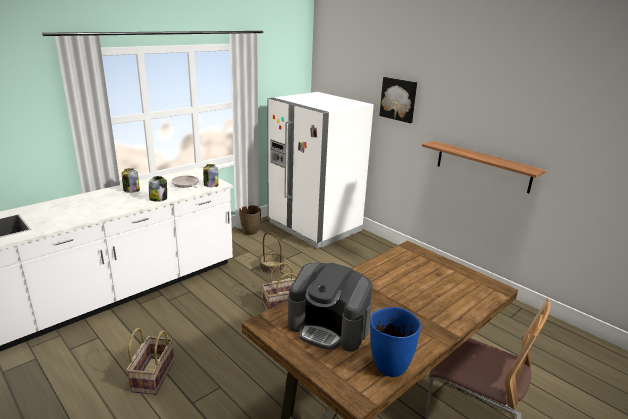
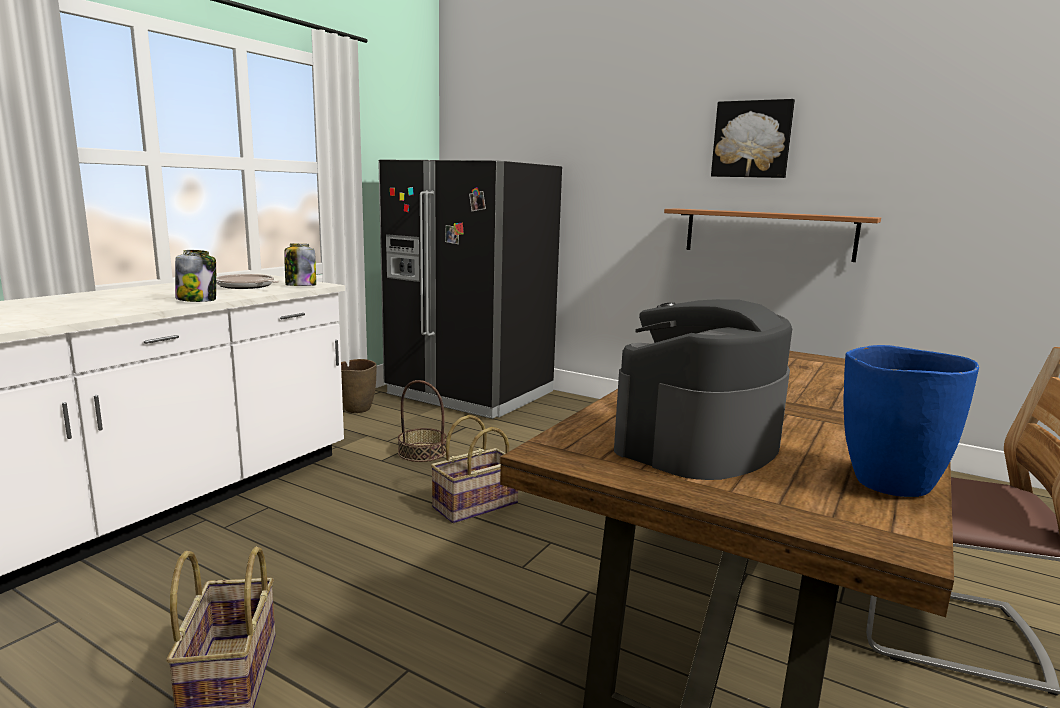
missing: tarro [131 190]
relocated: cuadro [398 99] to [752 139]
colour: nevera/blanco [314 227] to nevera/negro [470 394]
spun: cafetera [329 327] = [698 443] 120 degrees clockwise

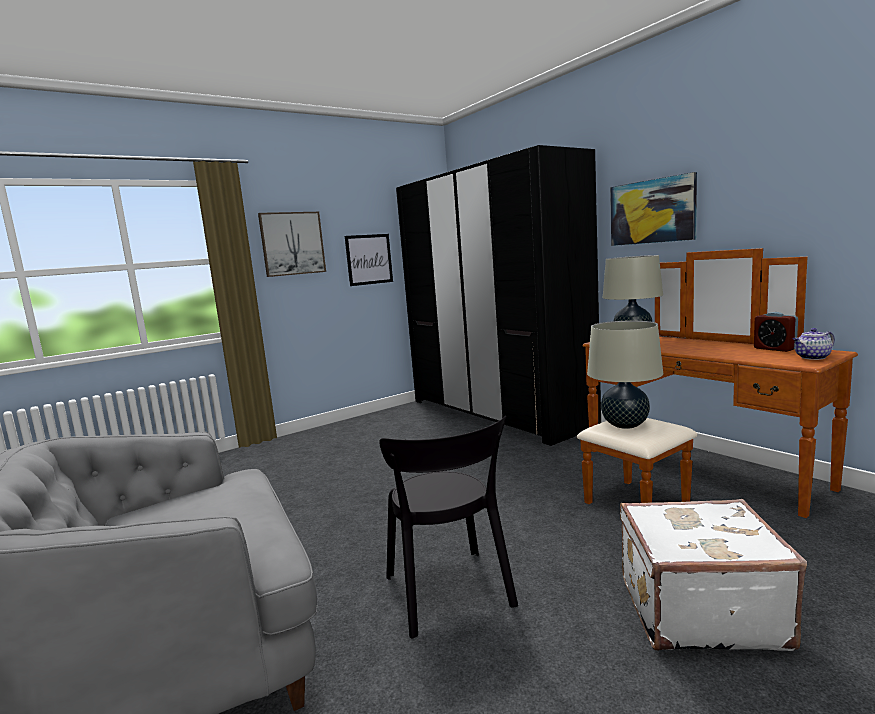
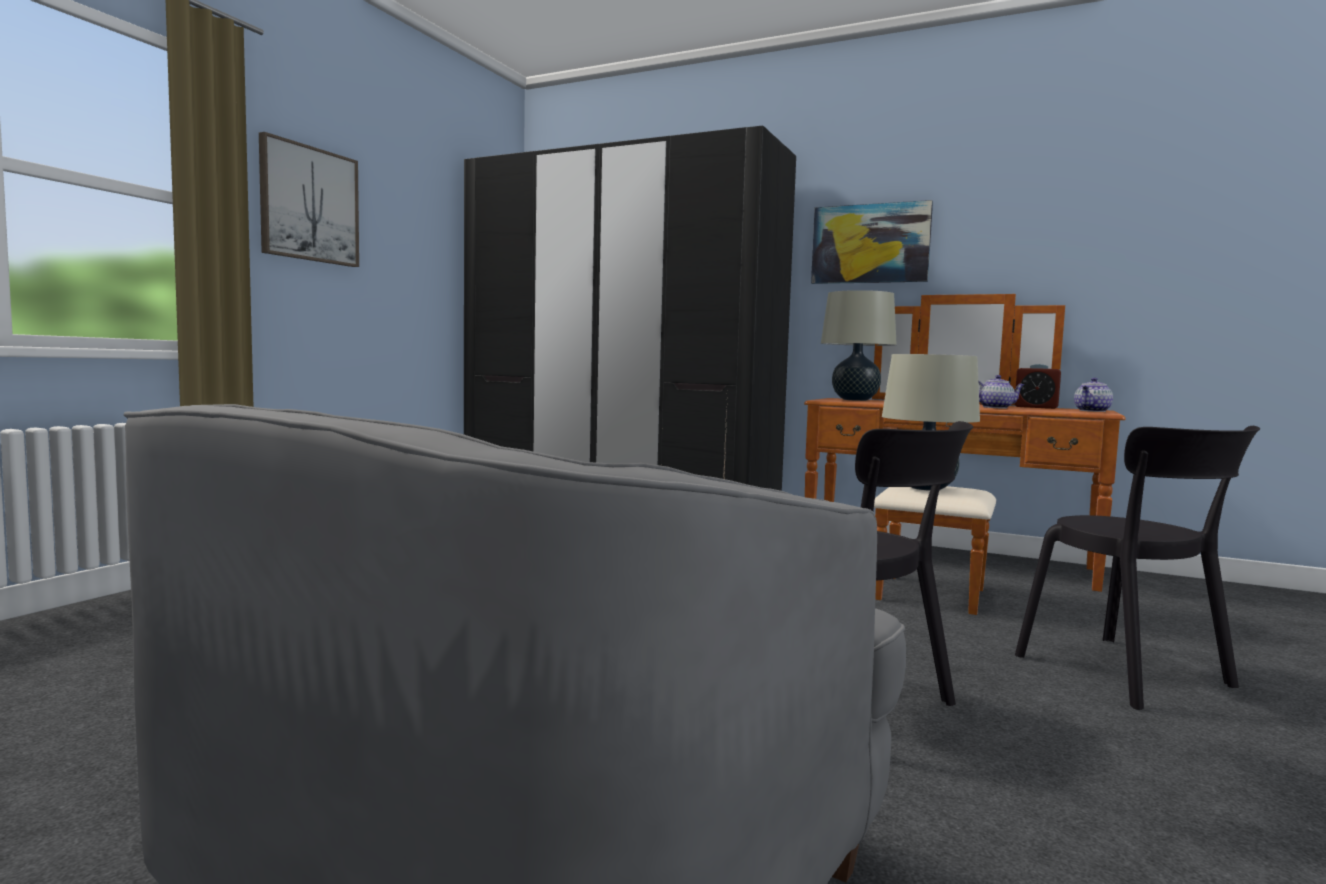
missing: cuadro [369 259]
appeared: tetera [996 407]
exchanged: maleta/blanco [698 609] to silla/negro [1130 674]

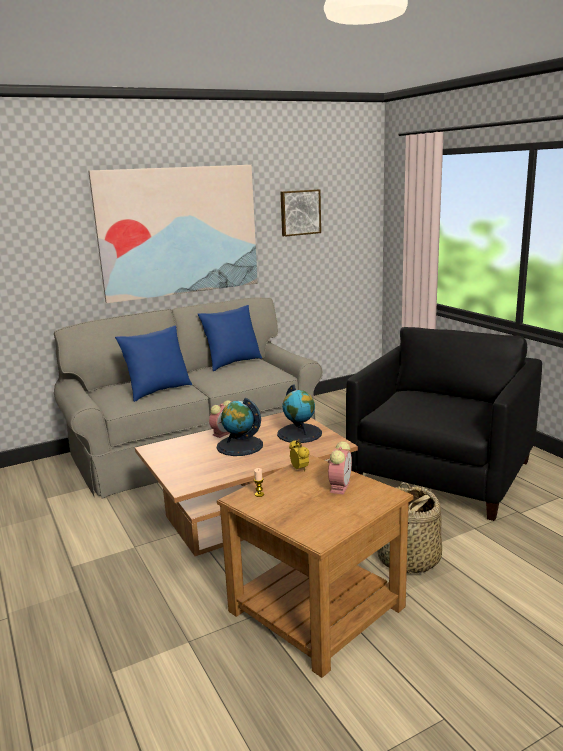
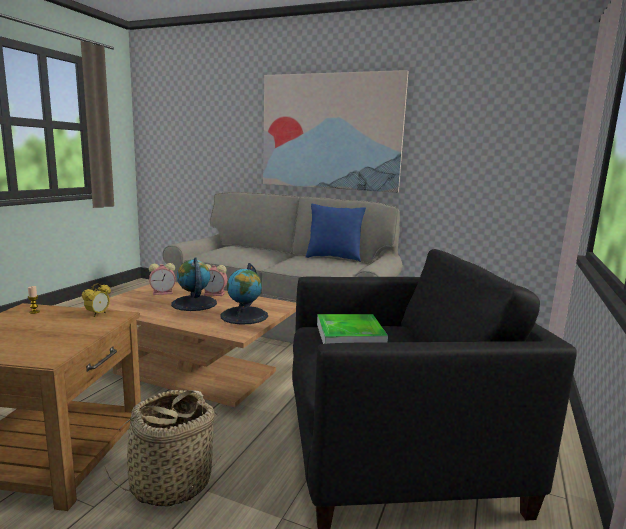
missing: cojín/azul [158 391]; cuadro [300 212]
appeared: bandeja [350 335]
relocated: despertador [340 486] to [163 293]

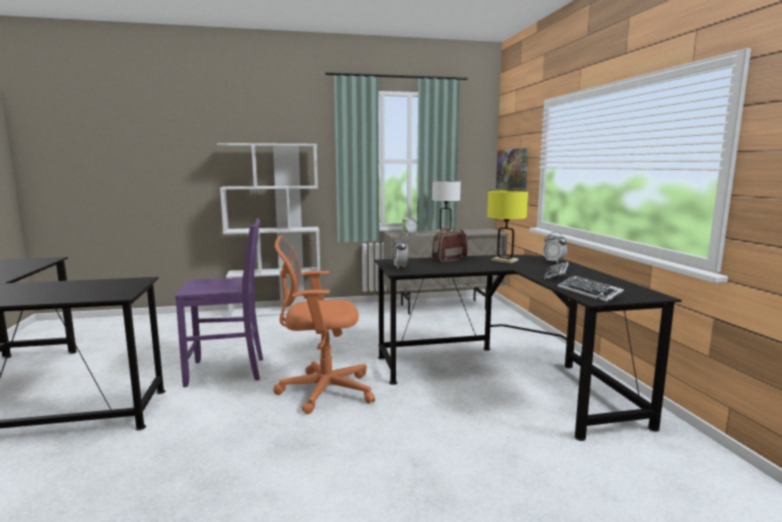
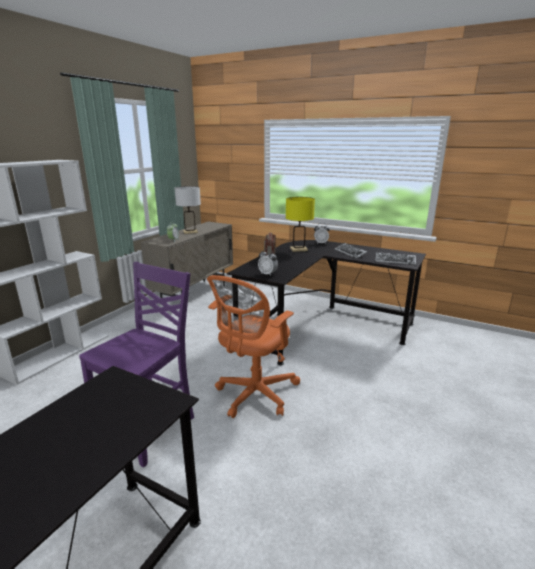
missing: cuadro [512 170]

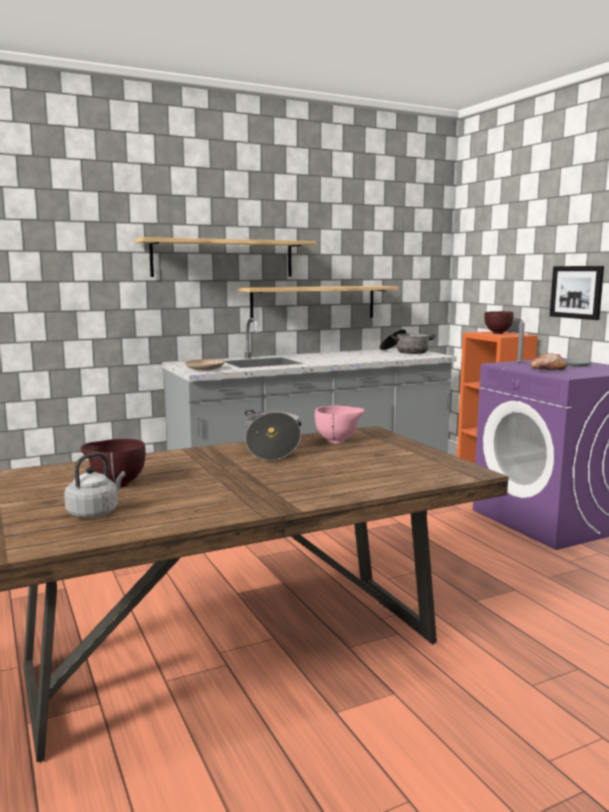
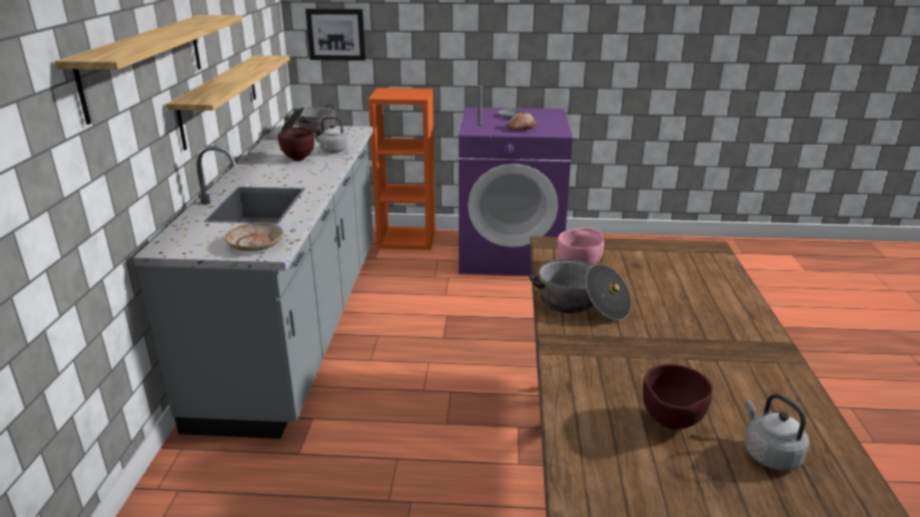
appeared: hervidor/gris [332 150]
relocated: cuenco/marrón [499 333] to [298 158]; cuadro [577 292] to [336 34]

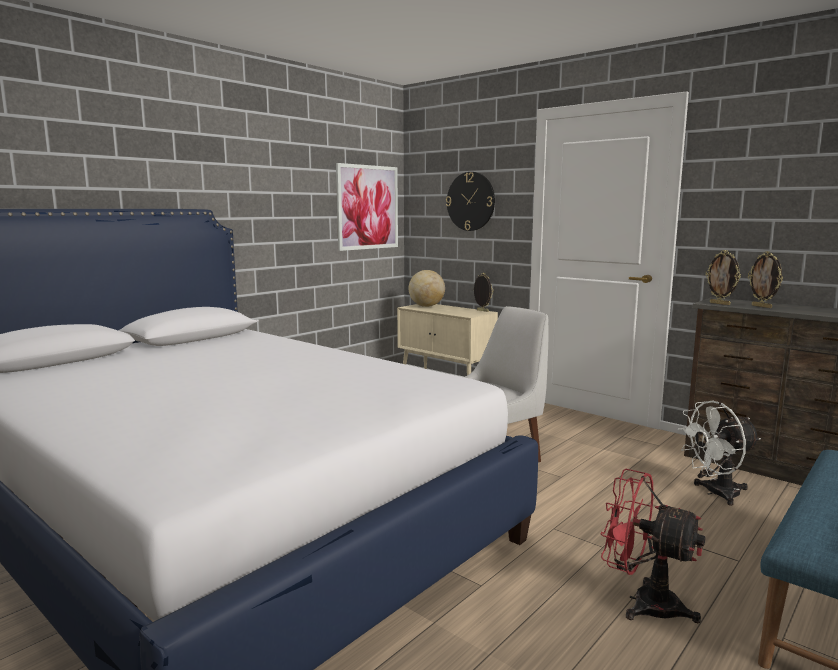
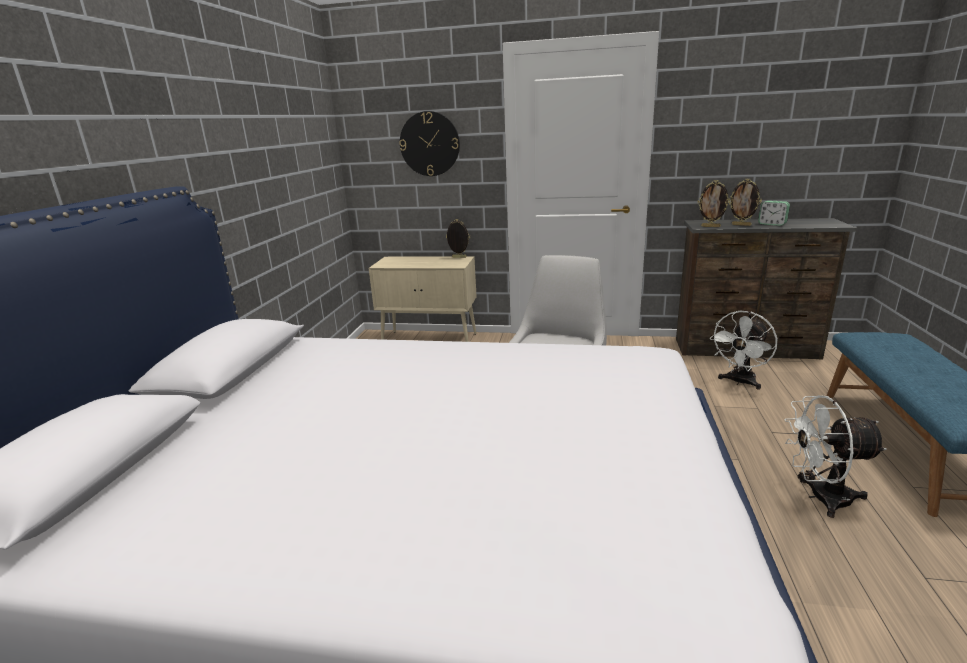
missing: cuadro [368 207]; globo terráqueo [426 306]
appeared: despertador [772 224]
colour: ventilador/rojo [643 602] to ventilador/blanco [820 497]

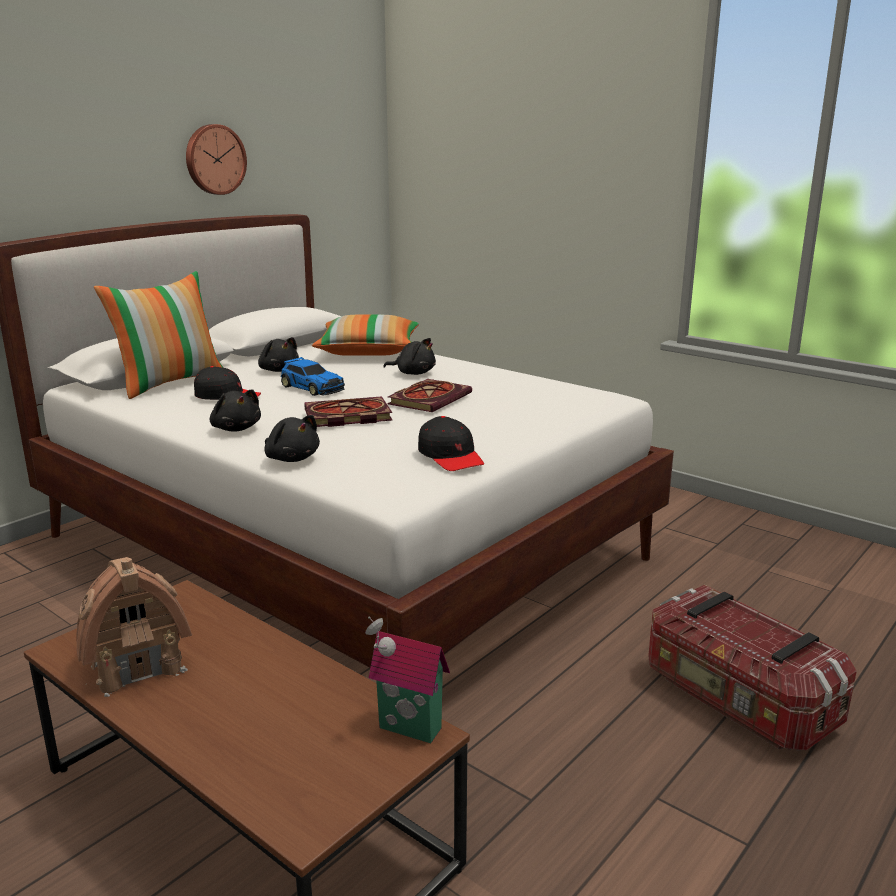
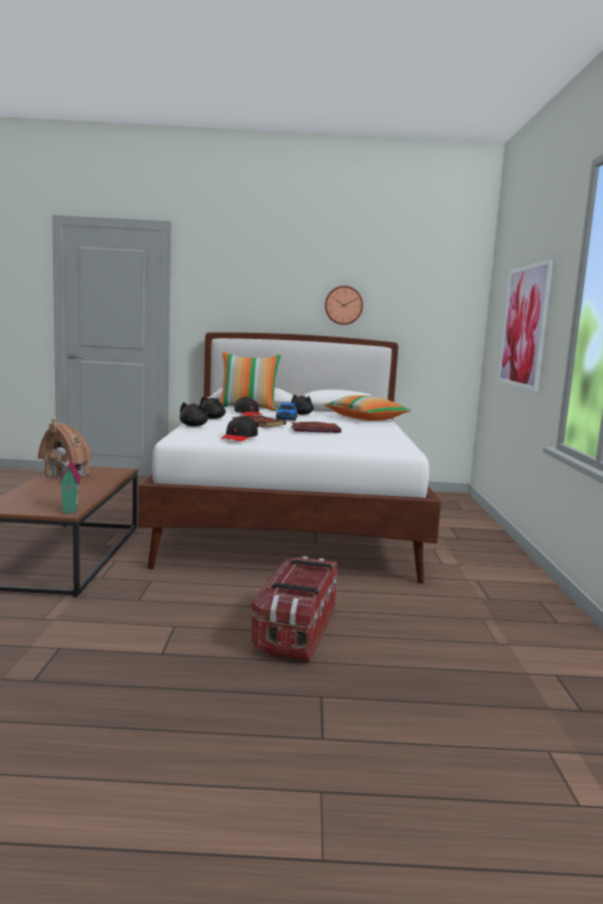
missing: peluche/negro [413 373]
appeared: cuadro [524 326]

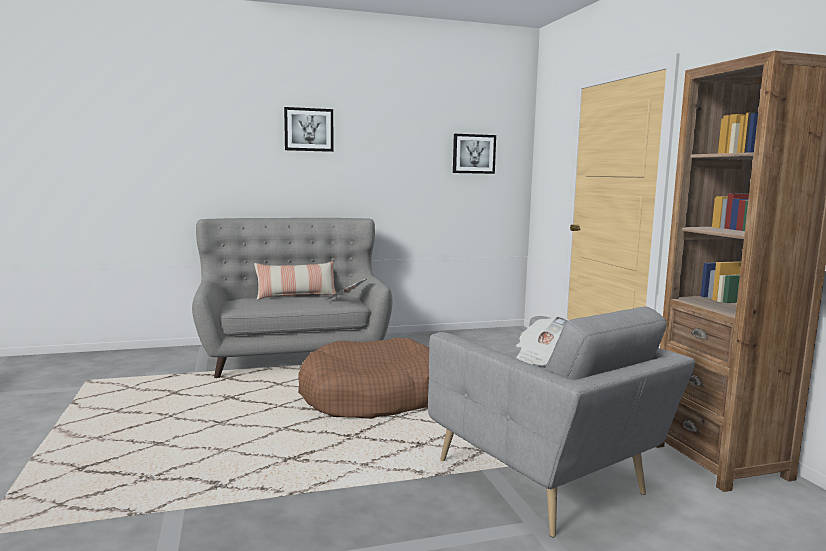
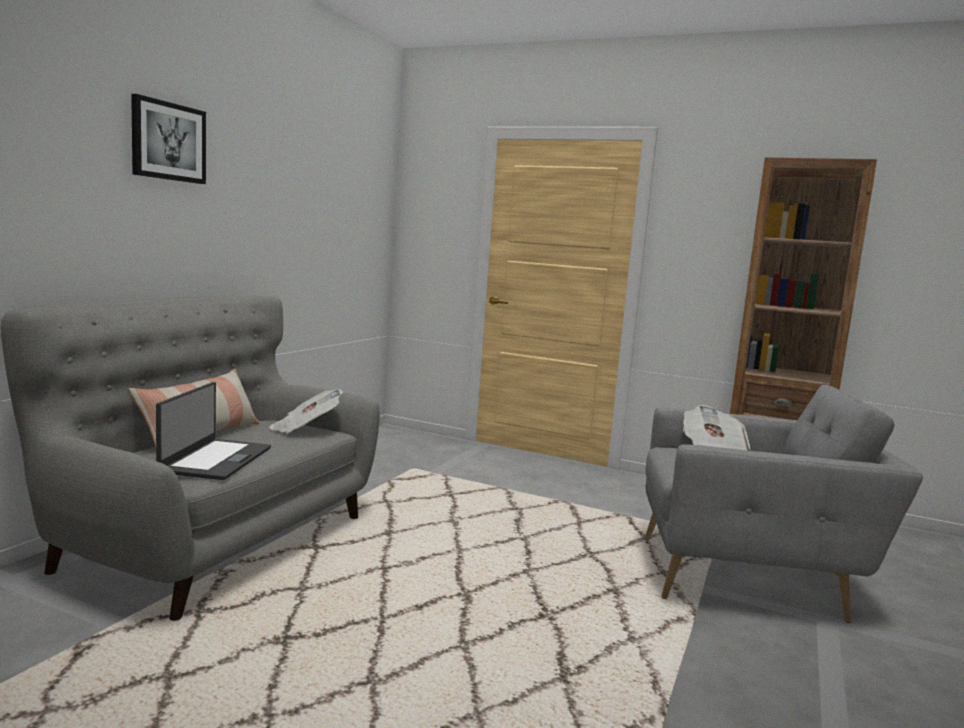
missing: cama para perro/marrón [371 397]; cuadro [473 154]
appeared: portátil [215 460]

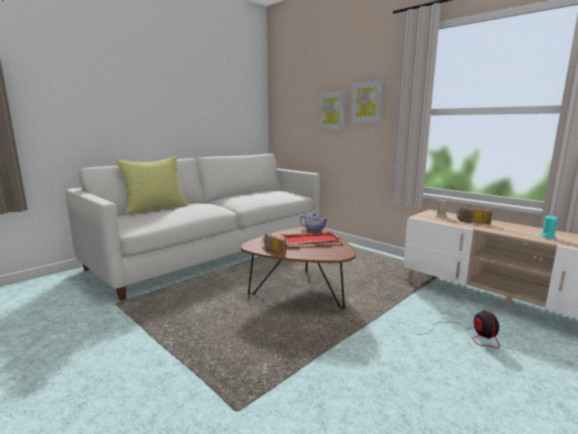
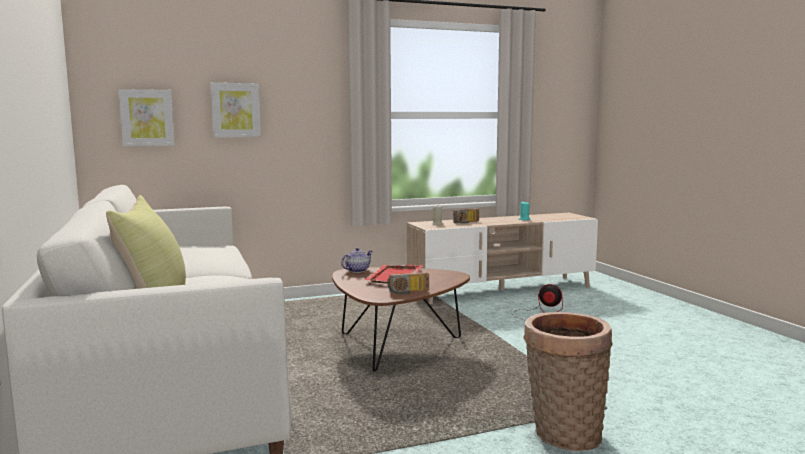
appeared: cesta [563 434]
relocated: cuadro [367 102] to [147 117]

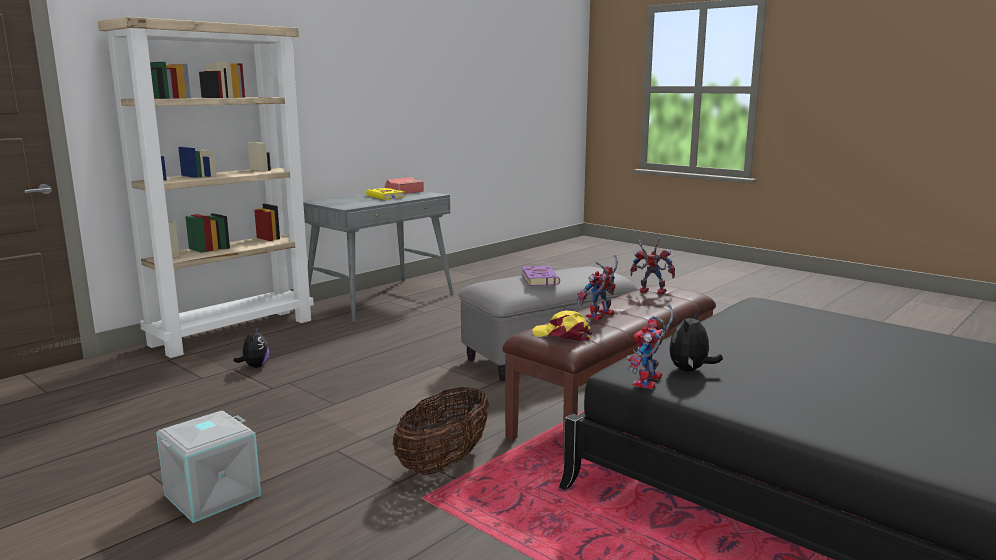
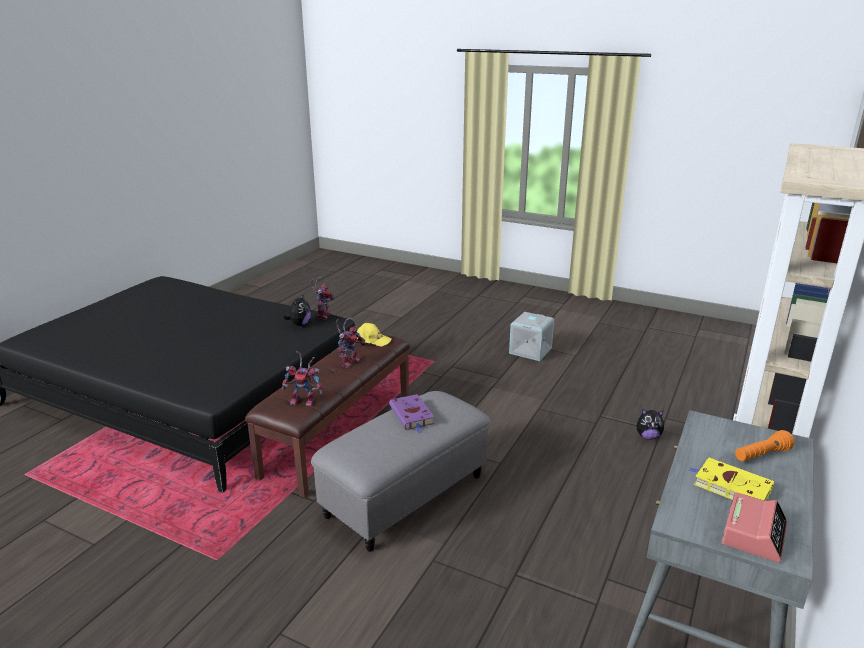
missing: cesta [444 463]
appeared: linterna/naranja [761 455]
spun: peluche [255 366] = [648 436] 60 degrees counterclockwise

